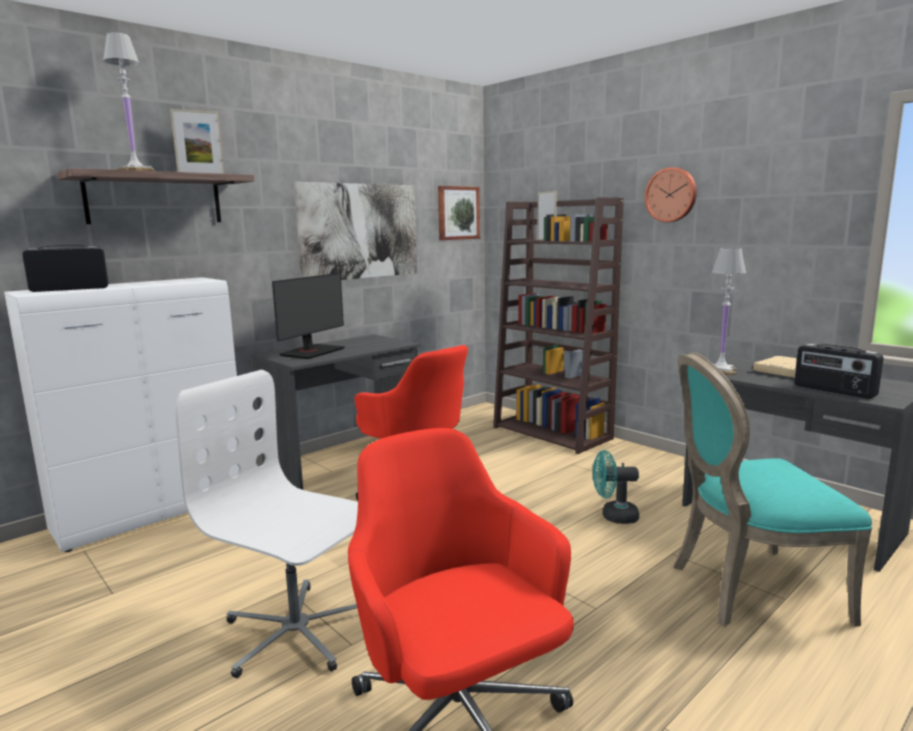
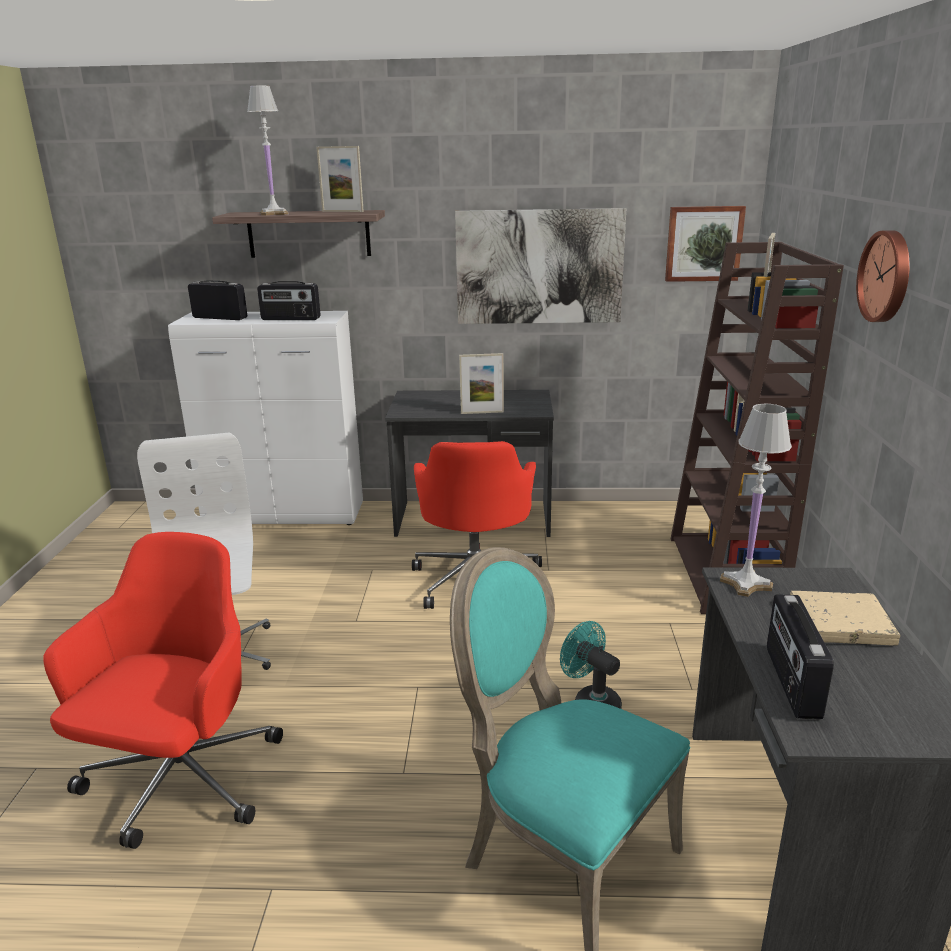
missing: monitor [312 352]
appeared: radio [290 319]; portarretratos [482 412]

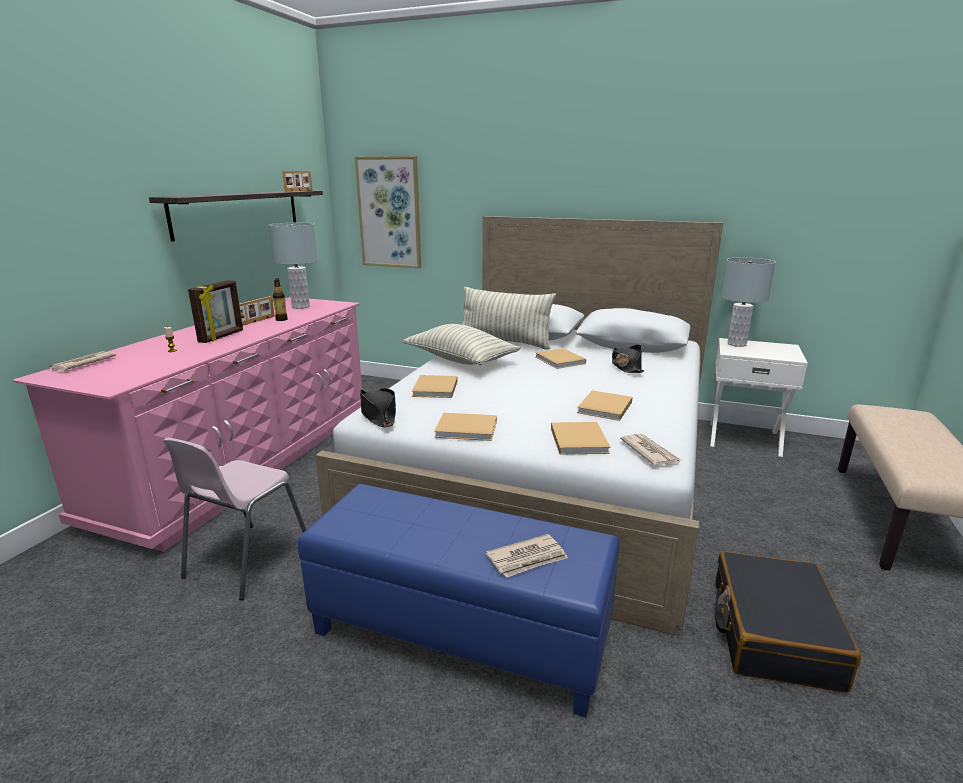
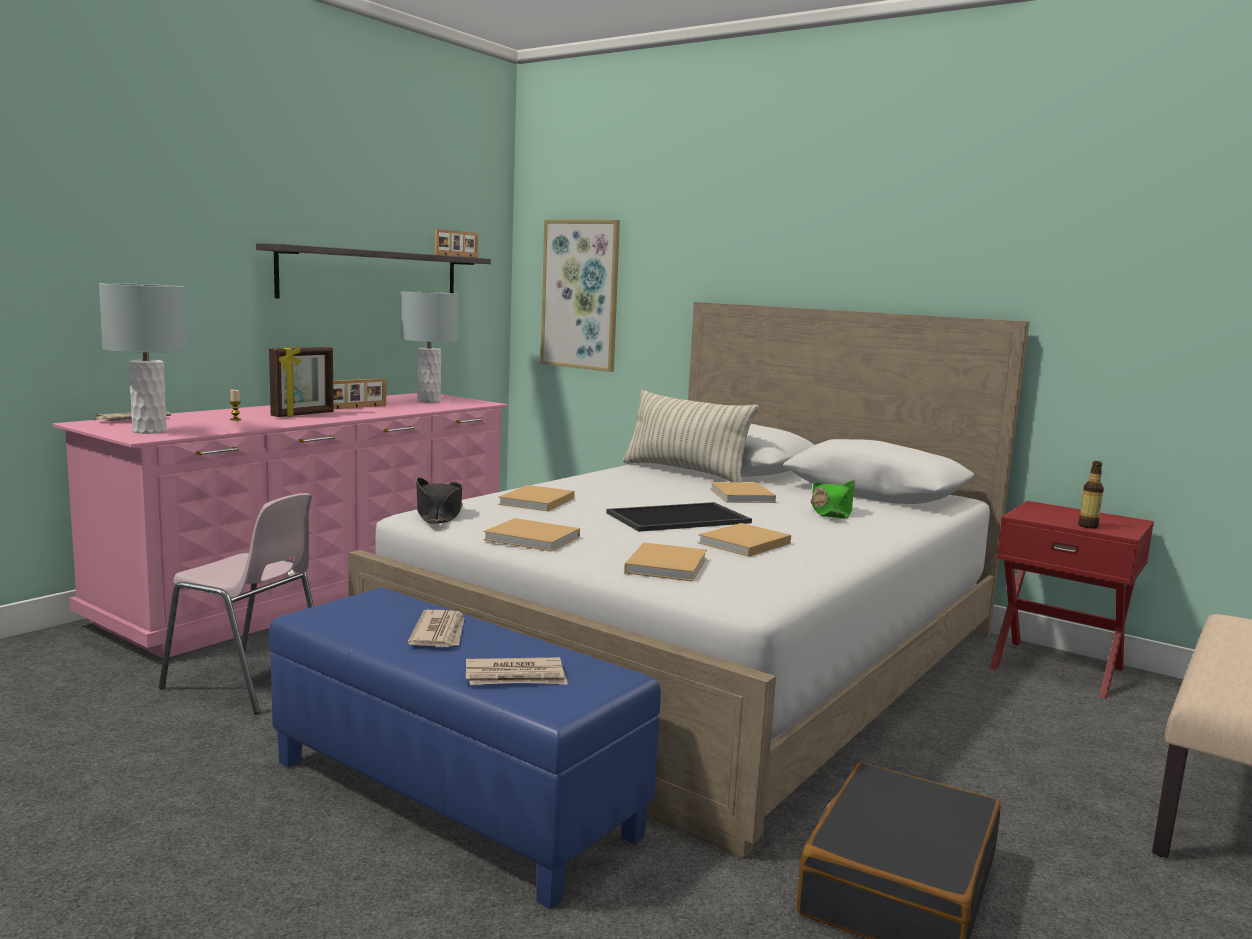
missing: cojín [460 360]
appeared: bandeja [678 518]
relocated: botella [281 319] to [1088 526]; periódico [649 452] to [440 633]; lámpara de mesa/gris [737 344] to [150 431]
colour: sombrero/negro [626 366] to sombrero/verde [831 511]; mesita de noche/blanco [744 438] to mesita de noche/rojo [1057 667]
spun: silla/rosa [246 561] = [248 683] 105 degrees counterclockwise

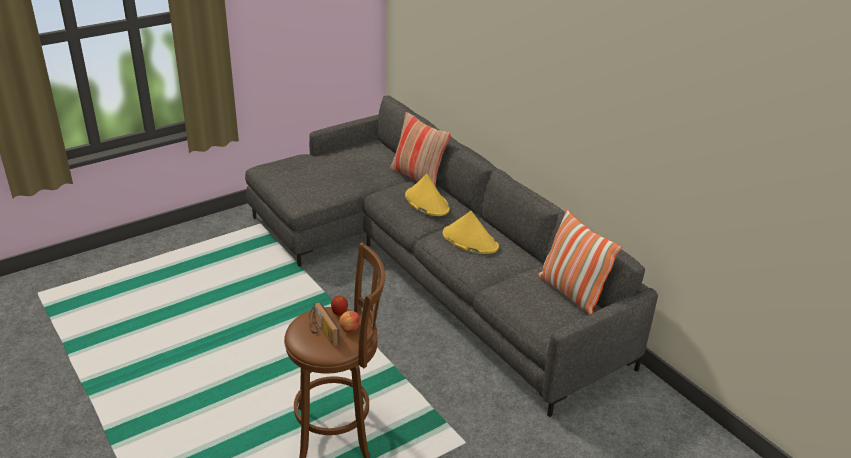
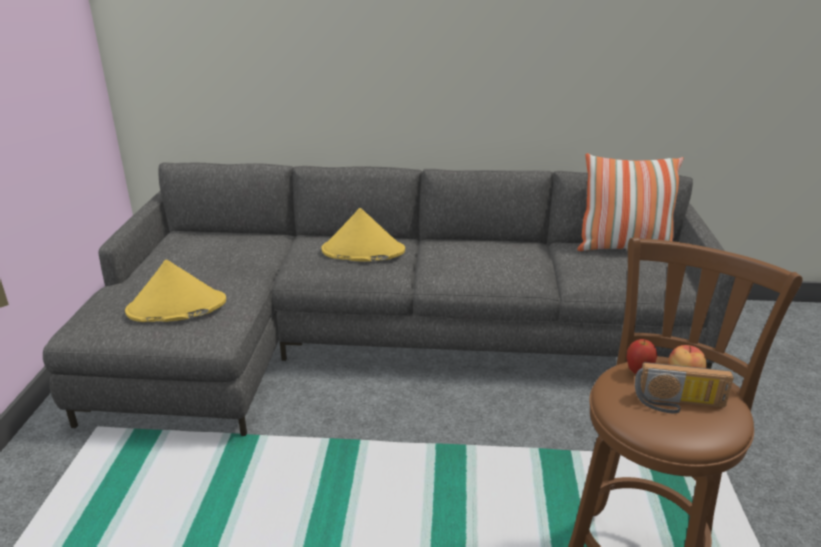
missing: cojín [418 177]
relocated: sombrero/amarillo [469 240] to [176 307]

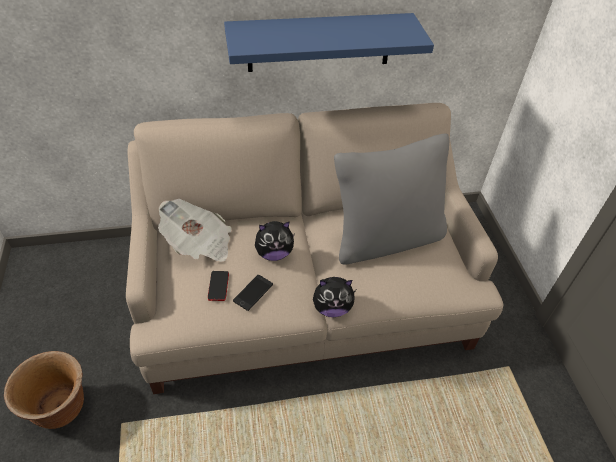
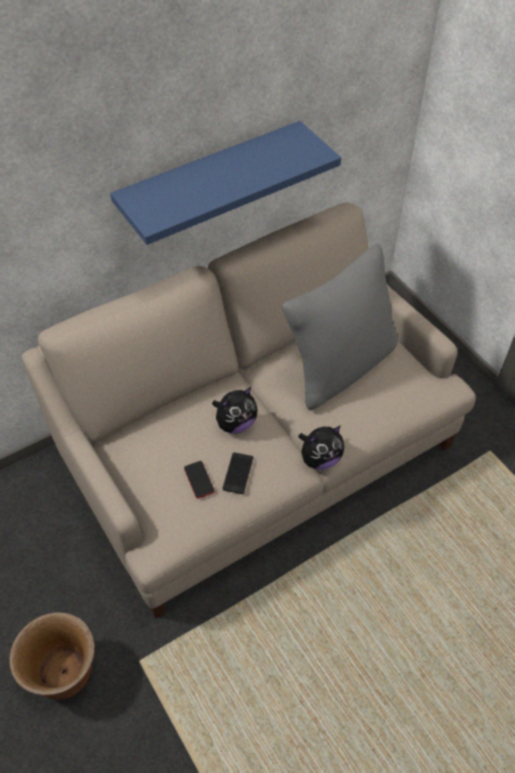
missing: periódico [199 242]

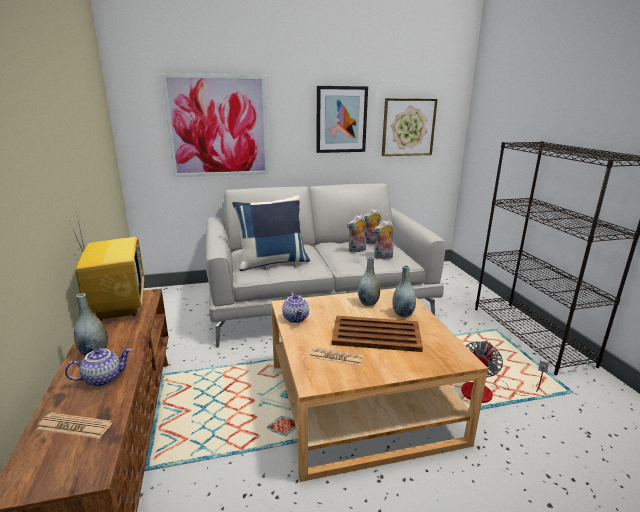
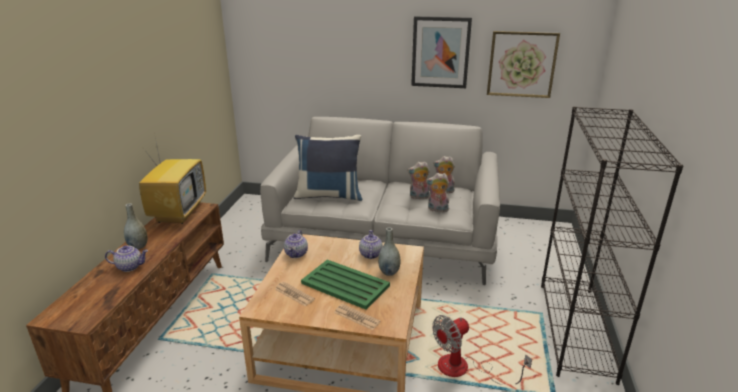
missing: cuadro [218 127]
relocated: periódico [75 426] to [356 317]
exchanged: florero/gris [368 303] to tetera [370 254]
colour: bandeja/marrón [375 334] to bandeja/verde [344 284]

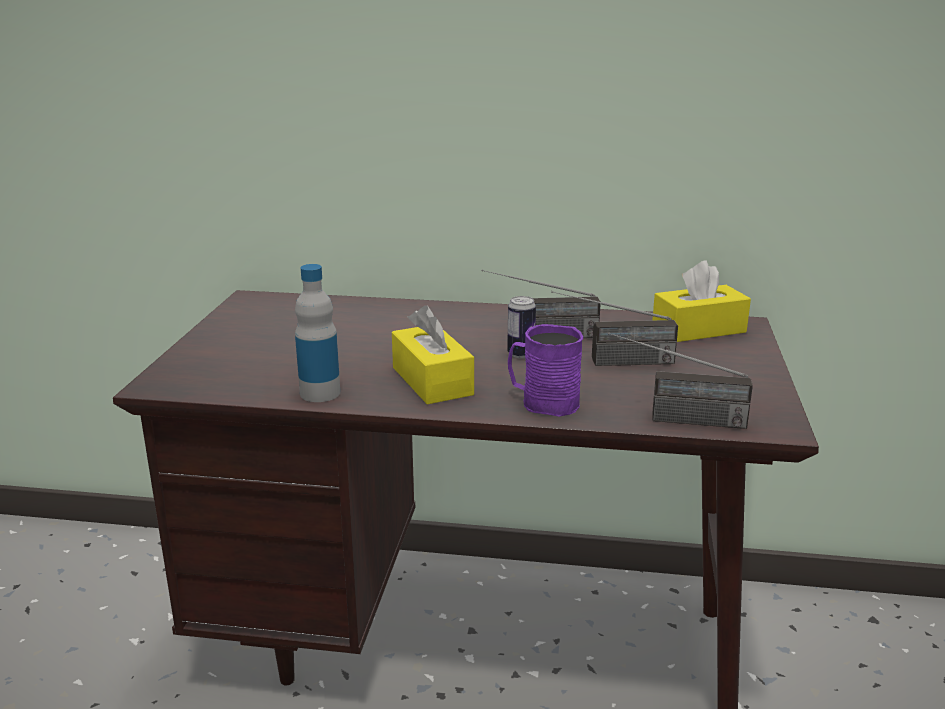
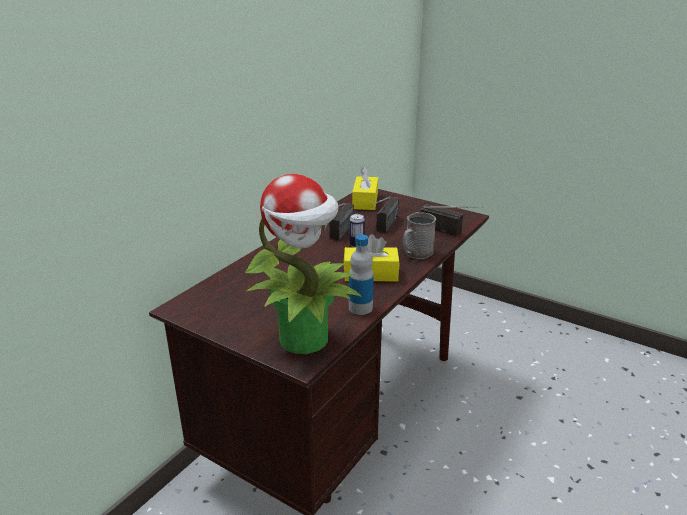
appeared: planta en maceta [305 339]
colour: taza grande/morado [542 402] to taza grande/gris [416 254]
spun: radio [673 419] = [451 232] 90 degrees counterclockwise

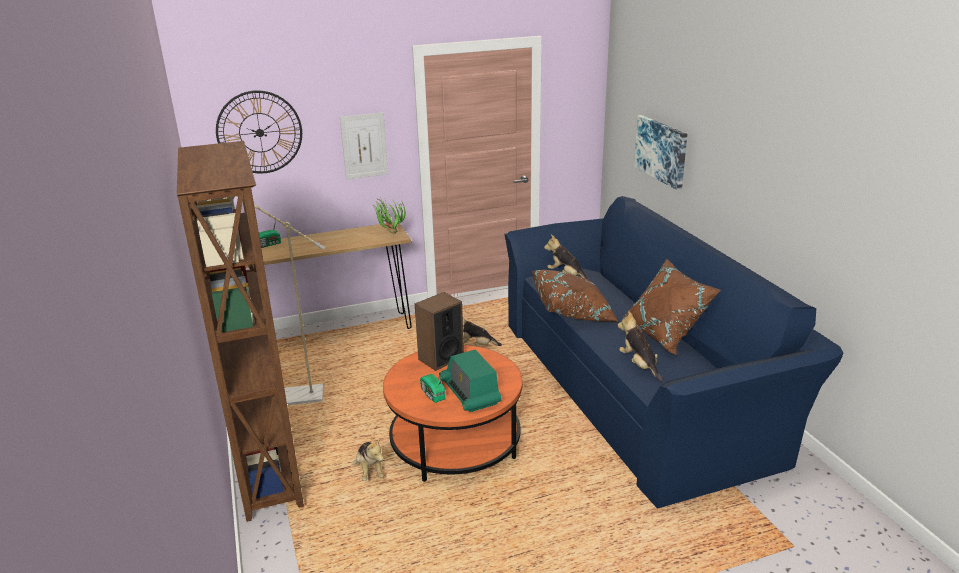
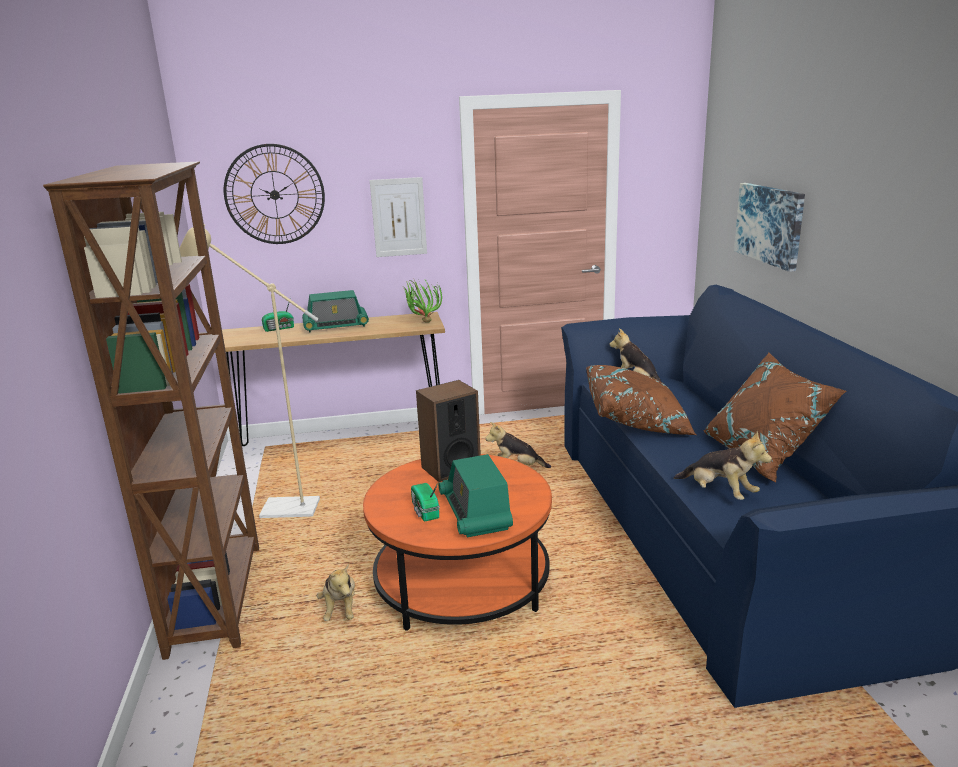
appeared: radio [336 326]
spun: peluche [639 365] = [719 493] 150 degrees clockwise

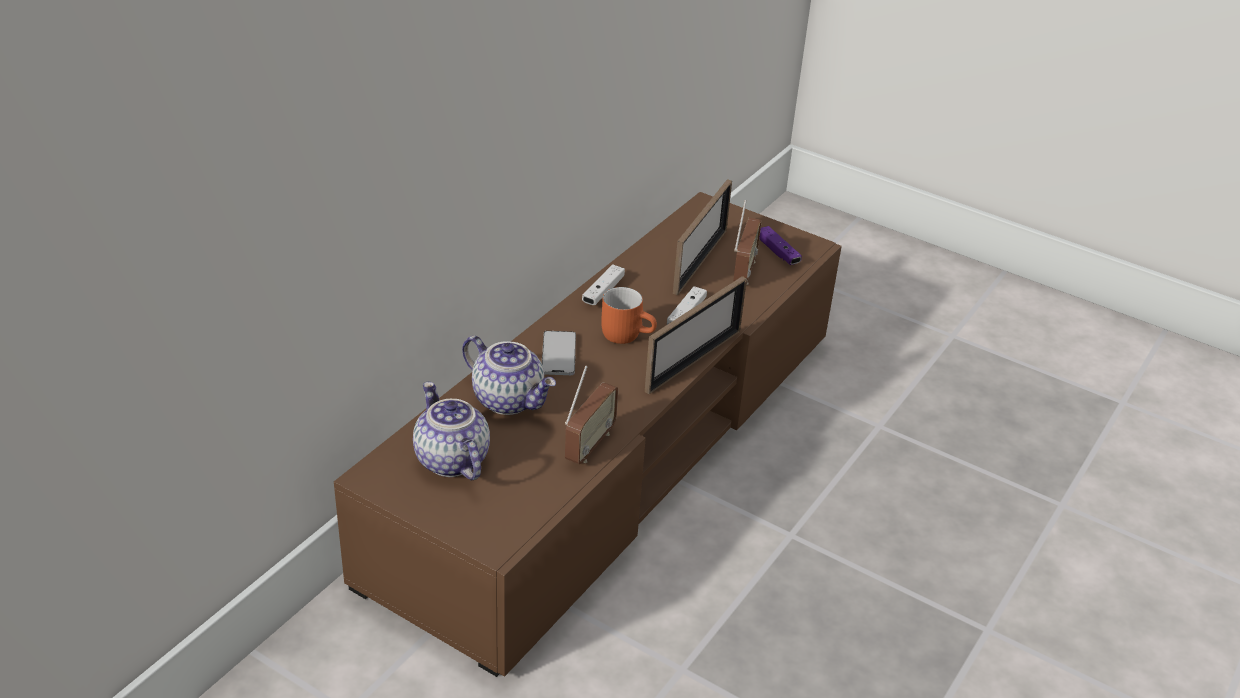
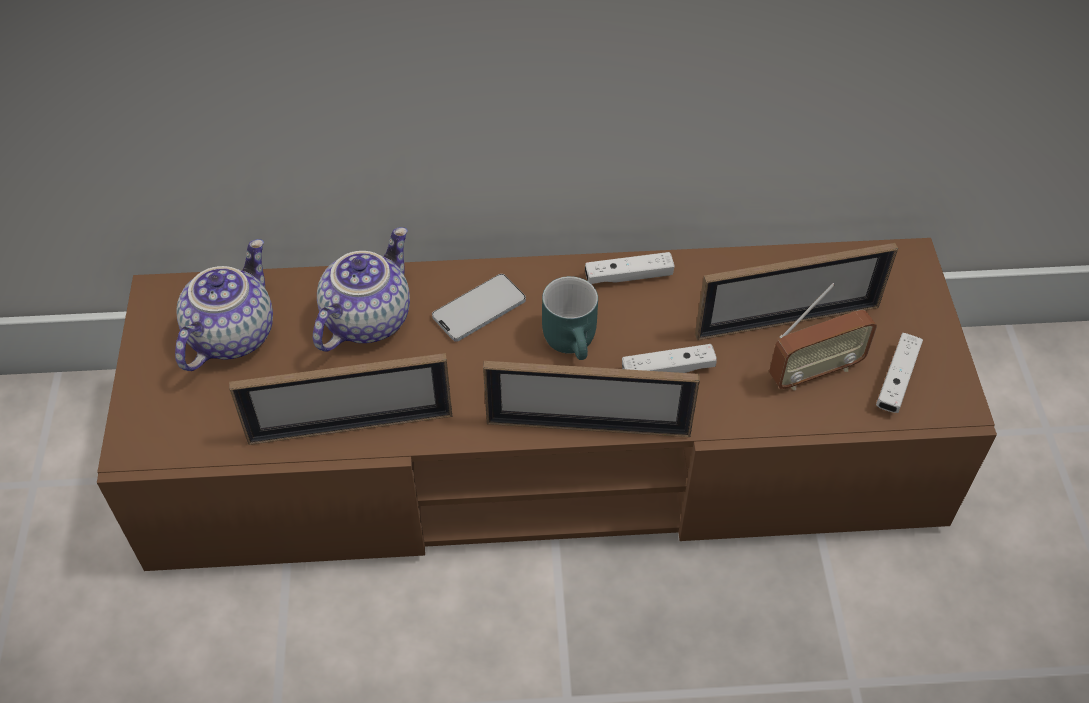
exchanged: radio [589 445] to portarretratos [350 427]
colour: taza grande/naranja [627 334] to taza grande/turquesa [575 342]; mando de consola/morado [777 252] to mando de consola/blanco [896 380]
spun: tetera [510 399] = [366 318] 150 degrees counterclockwise

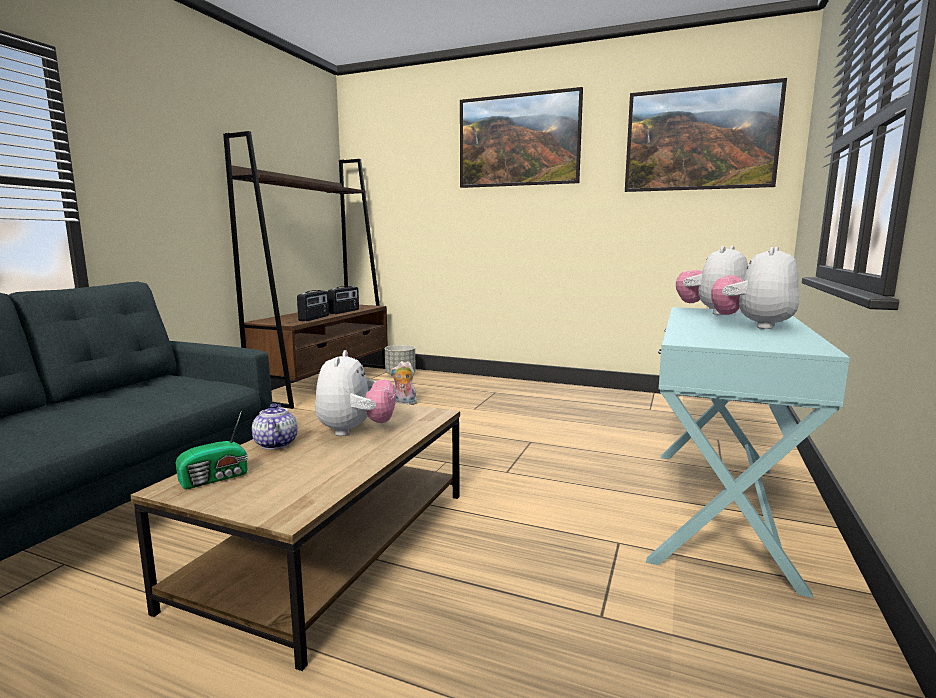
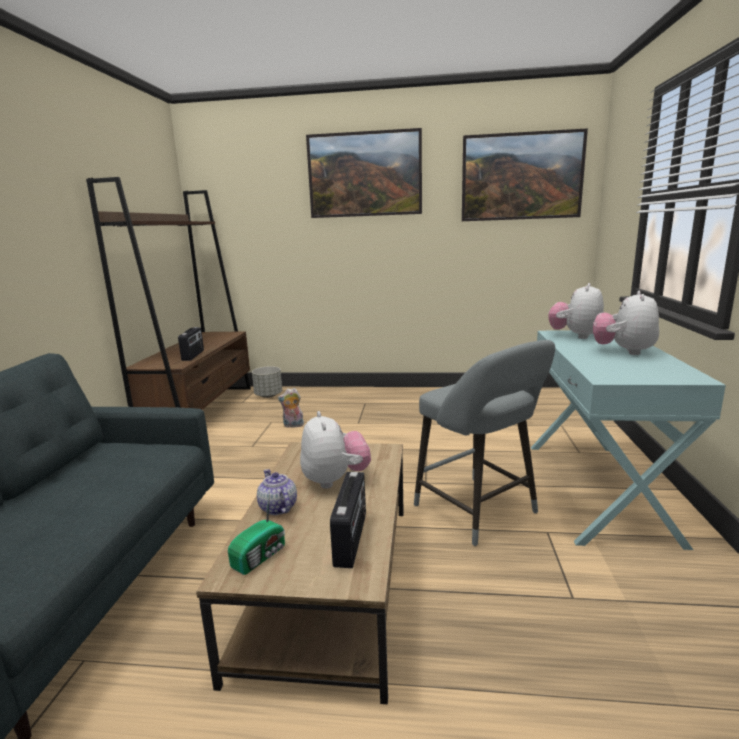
appeared: taburete/gris [480 512]
relocated: radio [344 311] to [351 539]

